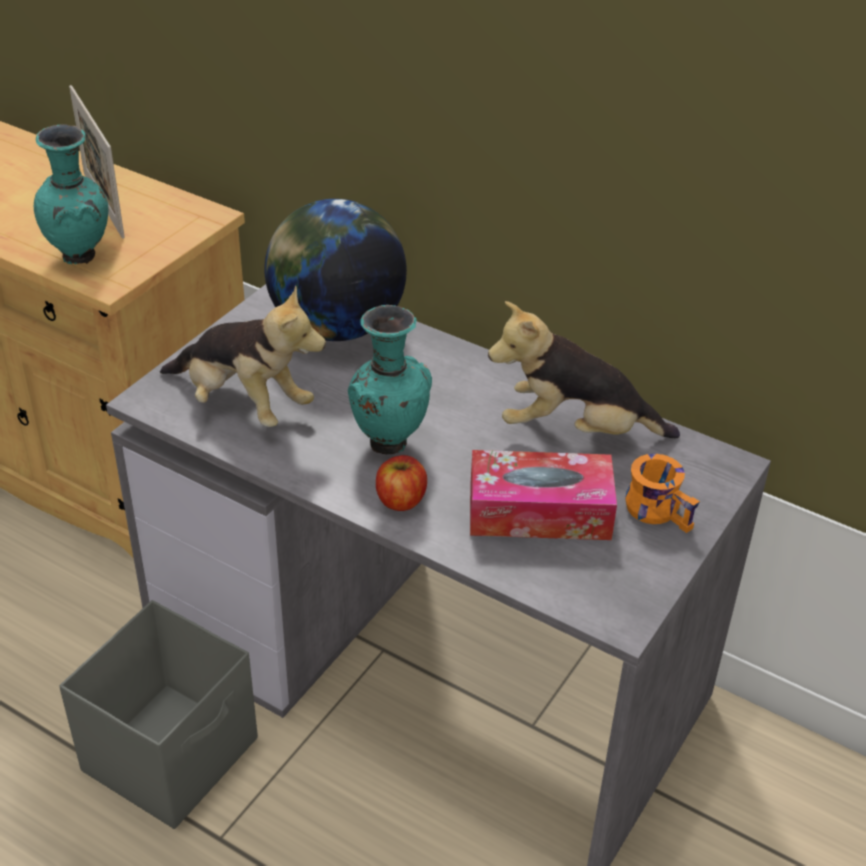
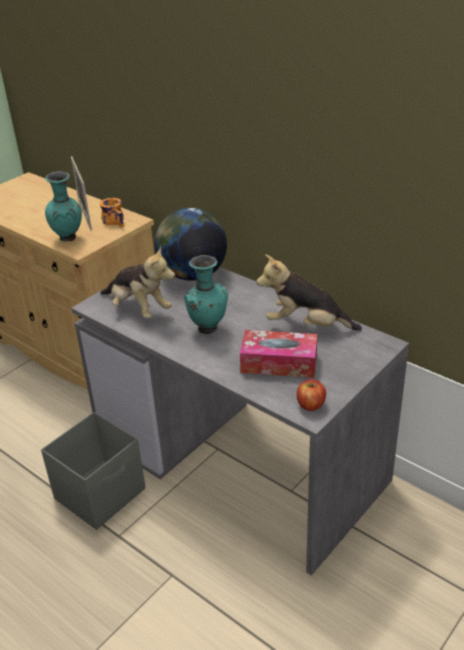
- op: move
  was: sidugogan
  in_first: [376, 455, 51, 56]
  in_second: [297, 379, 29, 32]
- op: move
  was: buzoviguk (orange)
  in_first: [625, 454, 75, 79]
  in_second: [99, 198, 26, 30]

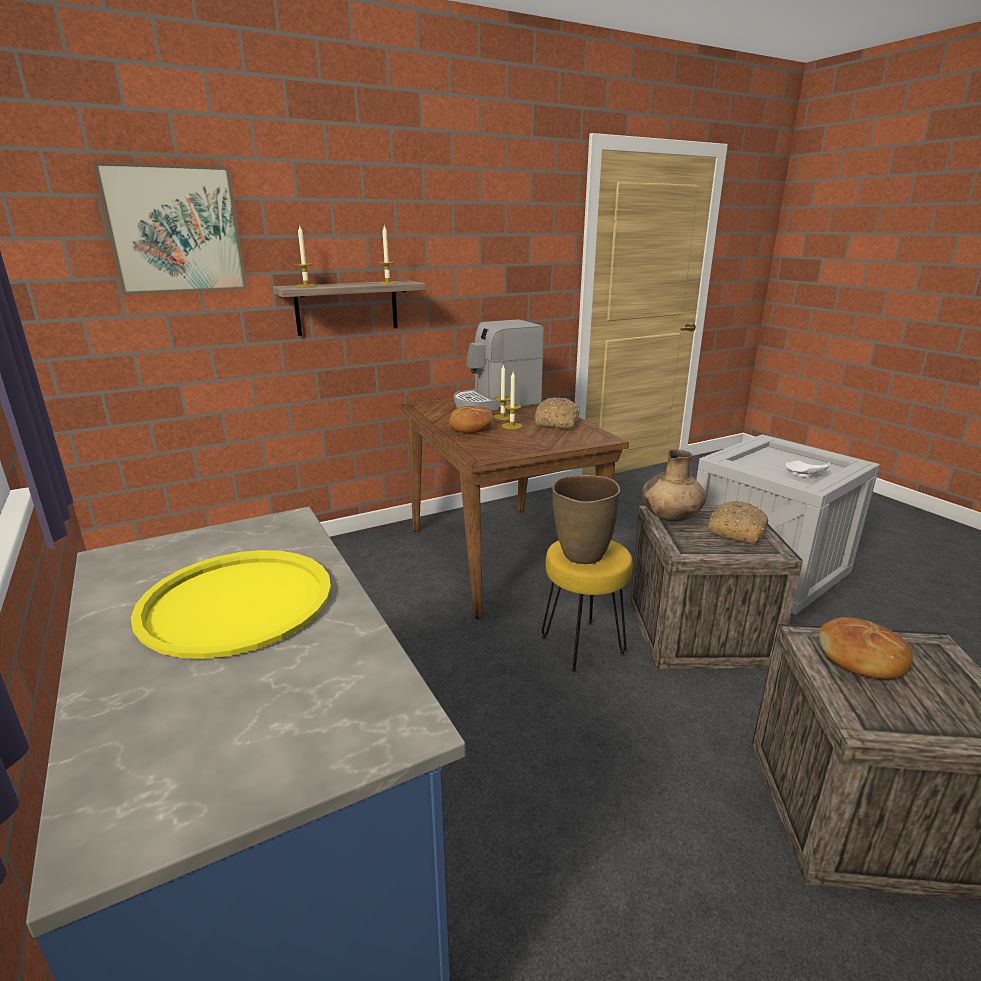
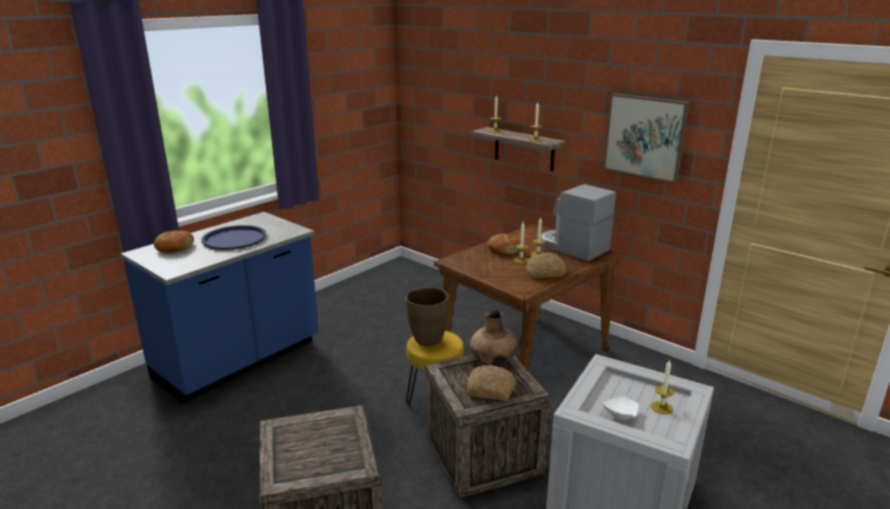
- op: move
  was: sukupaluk
  in_first: [93, 162, 154, 133]
  in_second: [603, 93, 87, 90]
- op: recolor
  was: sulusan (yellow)
  now: sulusan (blue)
  in_first: [131, 550, 200, 109]
  in_second: [201, 225, 65, 25]
- op: move
  was: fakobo
  in_first: [819, 617, 94, 62]
  in_second: [154, 231, 40, 22]
- op: insert
  now: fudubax
  in_second: [651, 360, 23, 55]

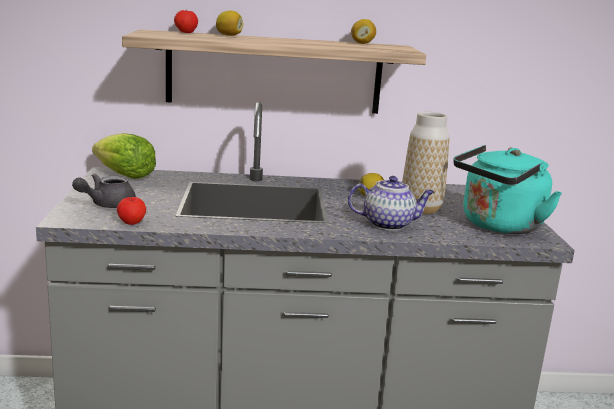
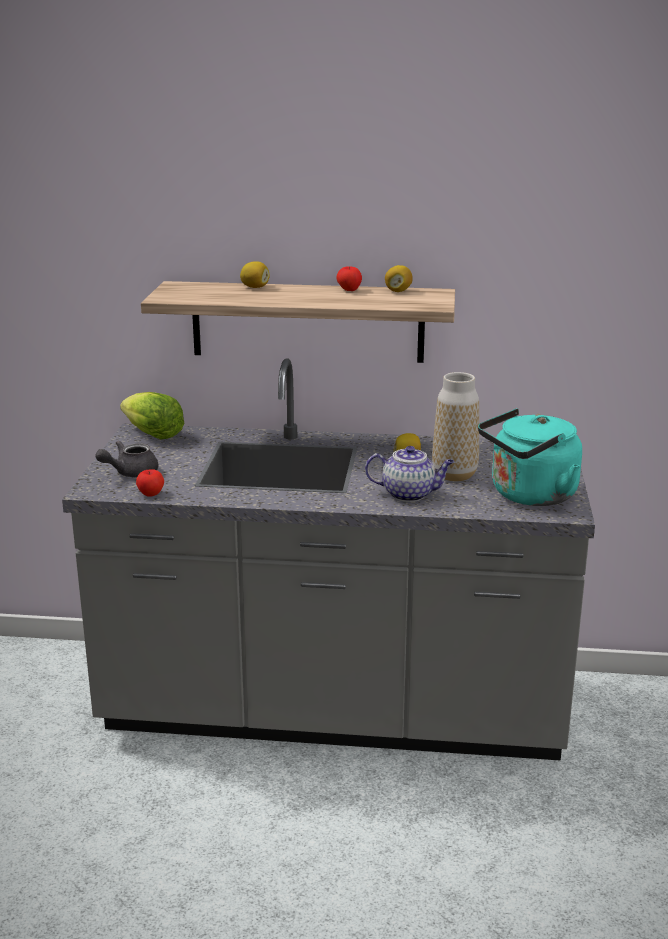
- op: move
  was: sidugogan
  in_first: [174, 10, 24, 23]
  in_second: [336, 266, 26, 25]

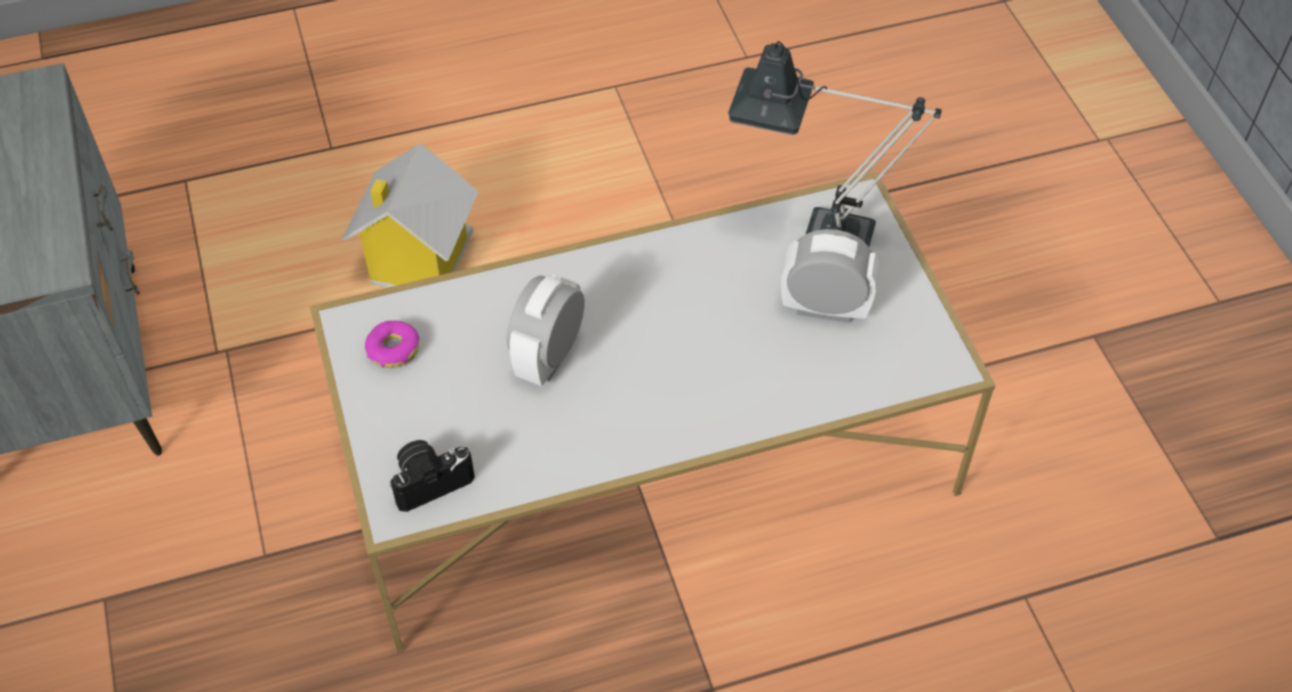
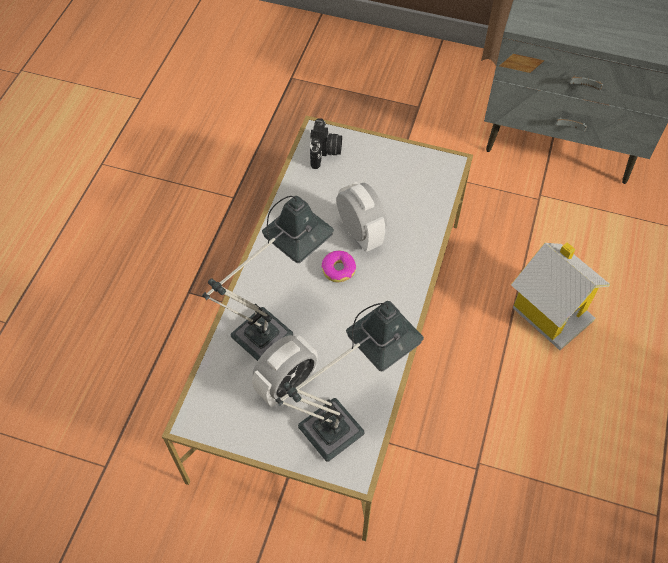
- op: move
  was: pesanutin
  in_first: [365, 321, 55, 47]
  in_second: [321, 251, 35, 31]
- op: insert
  now: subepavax
  in_second: [202, 196, 132, 165]

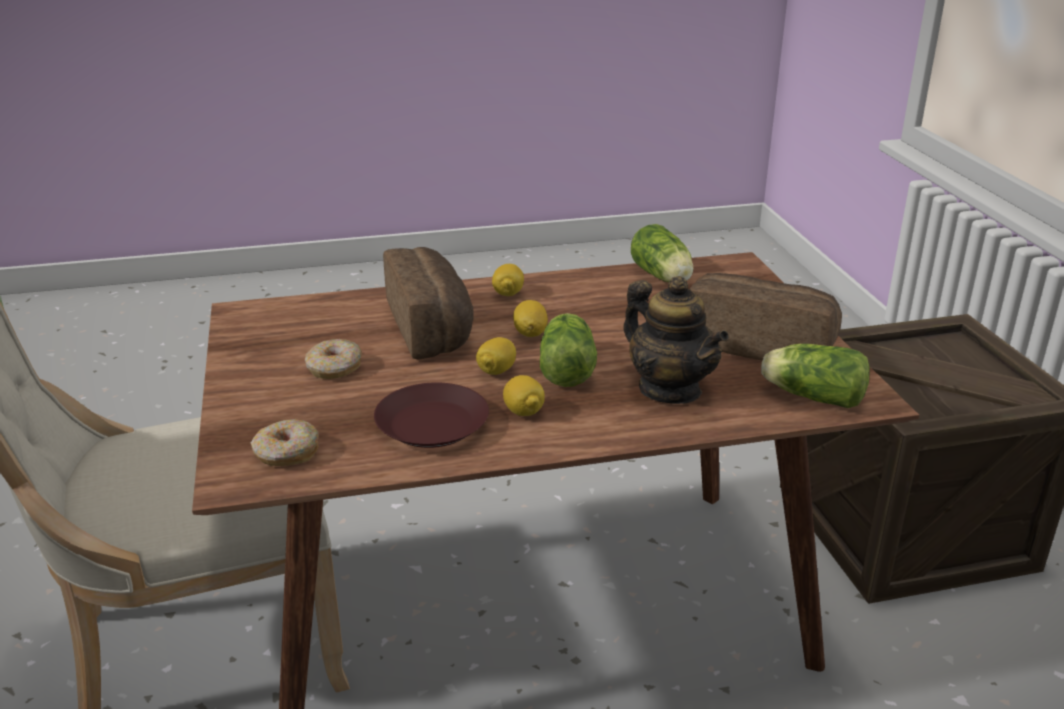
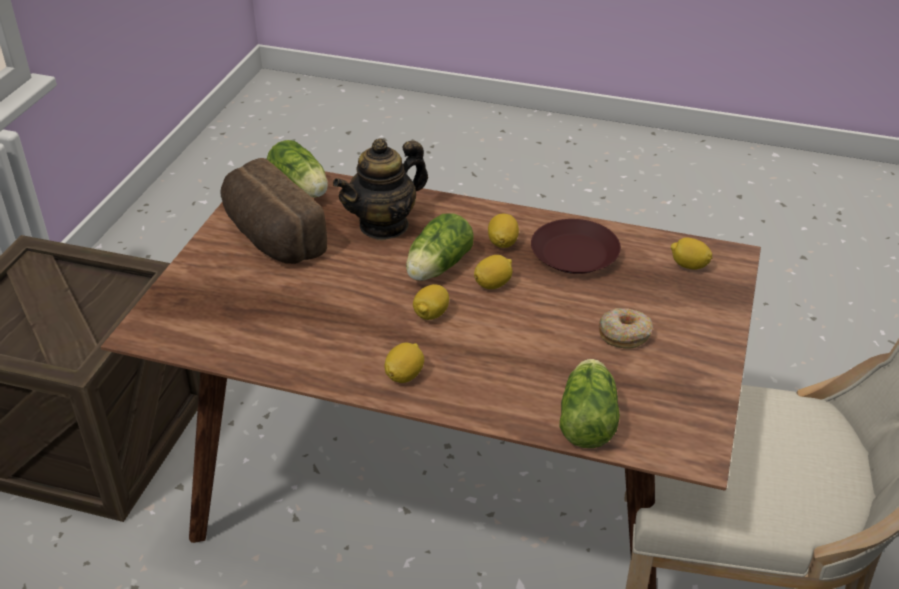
- op: replace
  was: pesanutin
  now: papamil
  in_first: [251, 419, 68, 47]
  in_second: [671, 238, 41, 32]
- op: delete
  was: fakobo
  in_first: [383, 247, 91, 112]
- op: rotate
  was: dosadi
  in_first: [623, 276, 106, 128]
  in_second: [333, 138, 95, 102]
  clockwise: -120
- op: move
  was: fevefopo
  in_first: [631, 224, 62, 58]
  in_second: [559, 359, 61, 89]

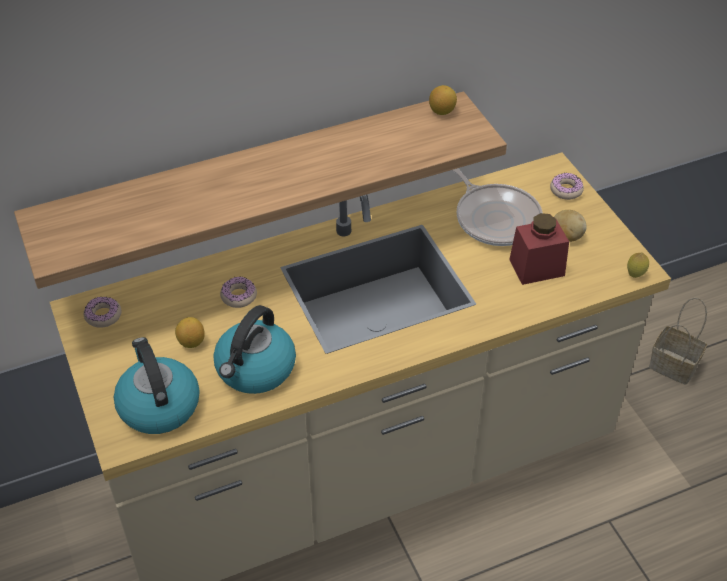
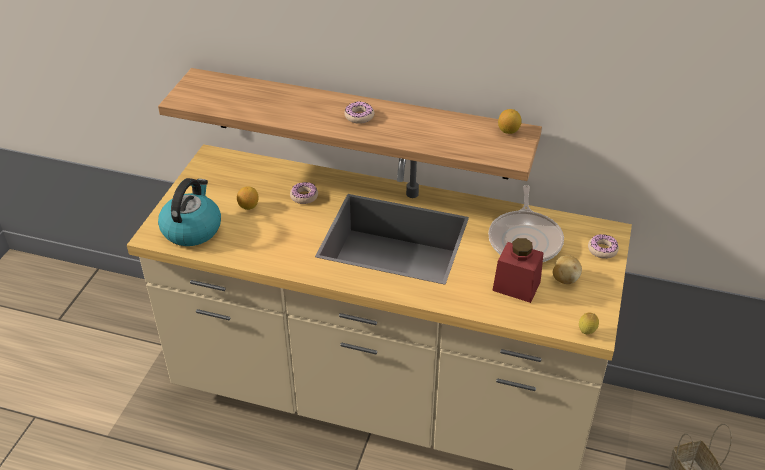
- op: move
  was: pesanutin
  in_first: [84, 297, 37, 31]
  in_second: [345, 102, 29, 22]
- op: delete
  was: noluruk
  in_first: [213, 305, 83, 89]

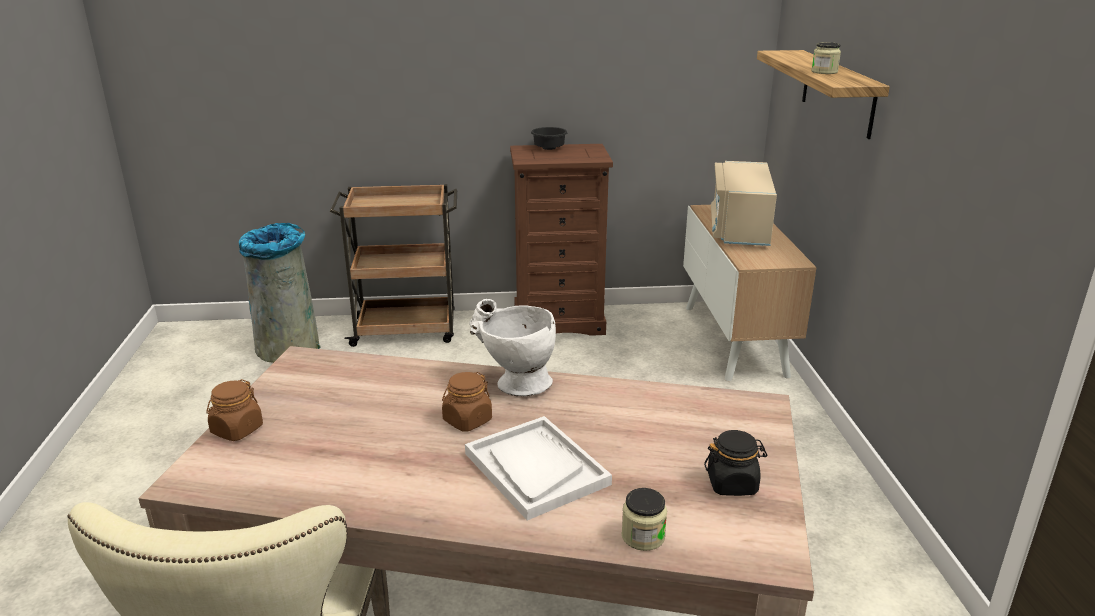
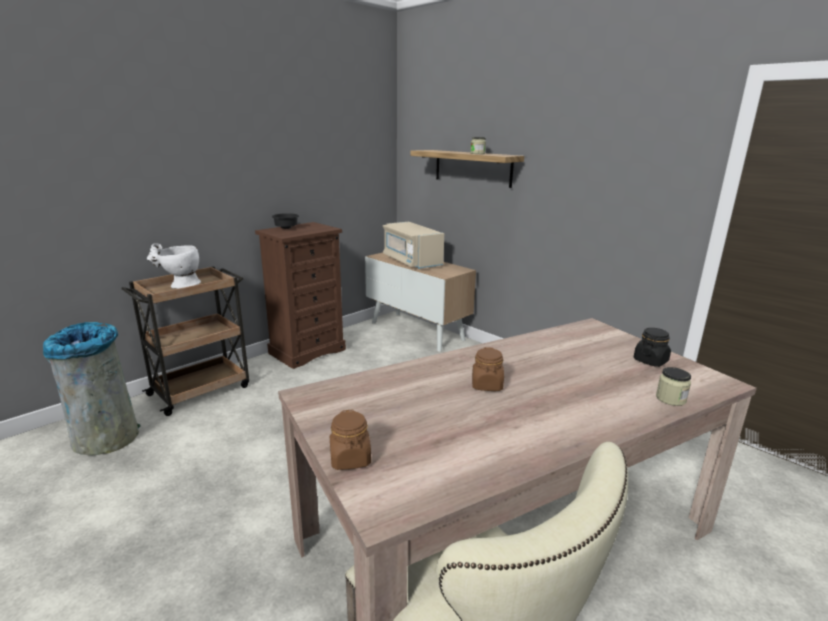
- op: delete
  was: sulusan (white)
  in_first: [465, 416, 147, 104]
- op: move
  was: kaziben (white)
  in_first: [469, 299, 87, 98]
  in_second: [147, 243, 54, 46]

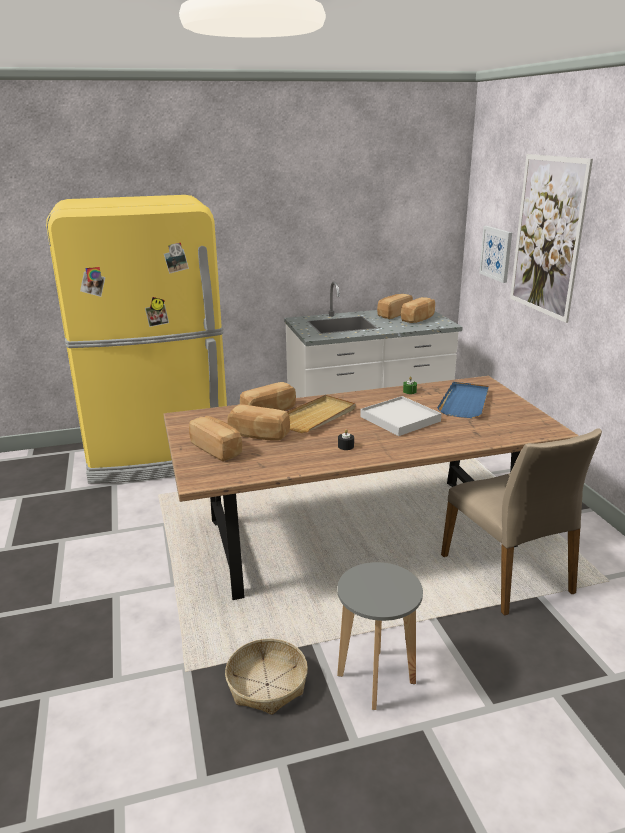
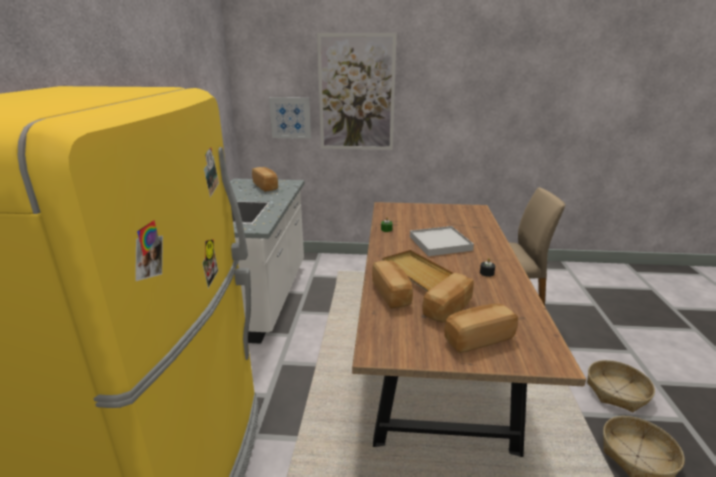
- op: replace
  was: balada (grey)
  now: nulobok
  in_first: [337, 562, 86, 148]
  in_second: [587, 360, 68, 52]
- op: delete
  was: fakobo
  in_first: [377, 294, 36, 25]
- op: delete
  was: sulusan (blue)
  in_first: [437, 382, 52, 36]

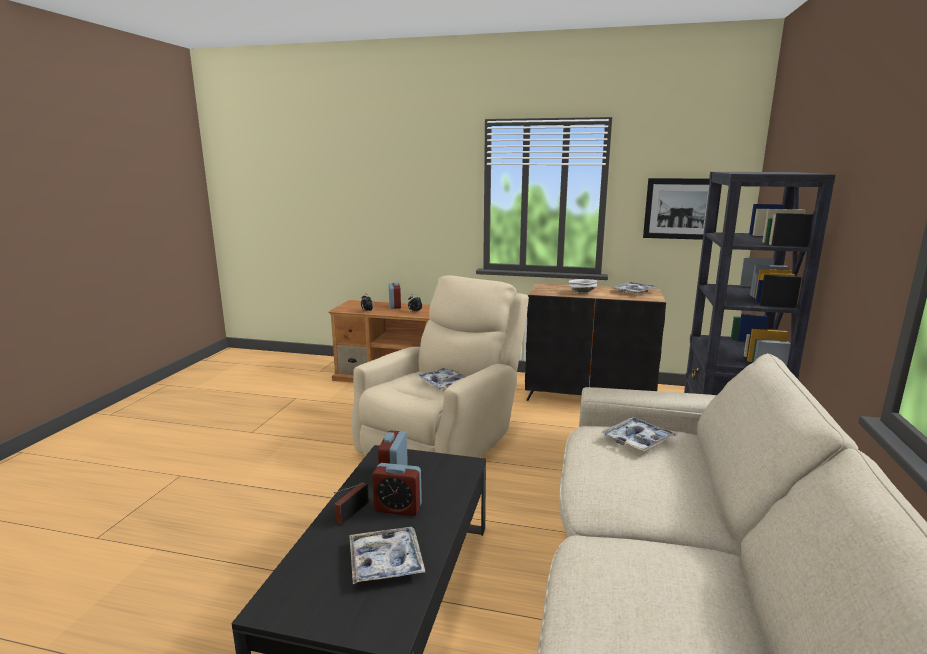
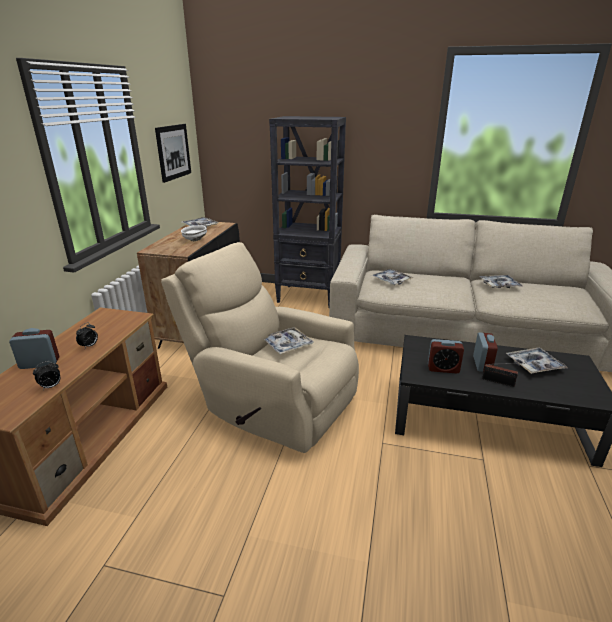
- op: insert
  now: sulusan
  in_second: [479, 275, 44, 13]

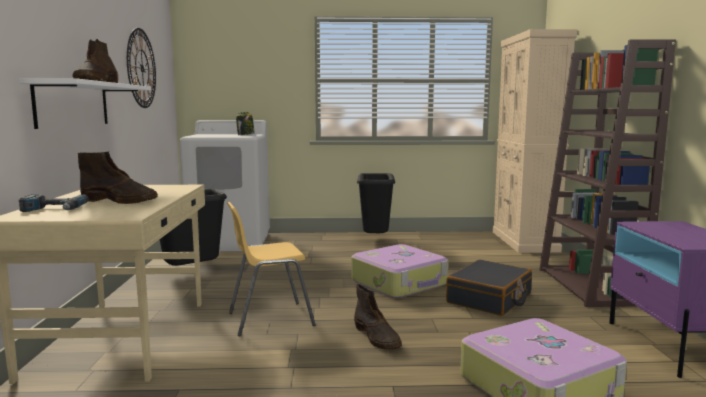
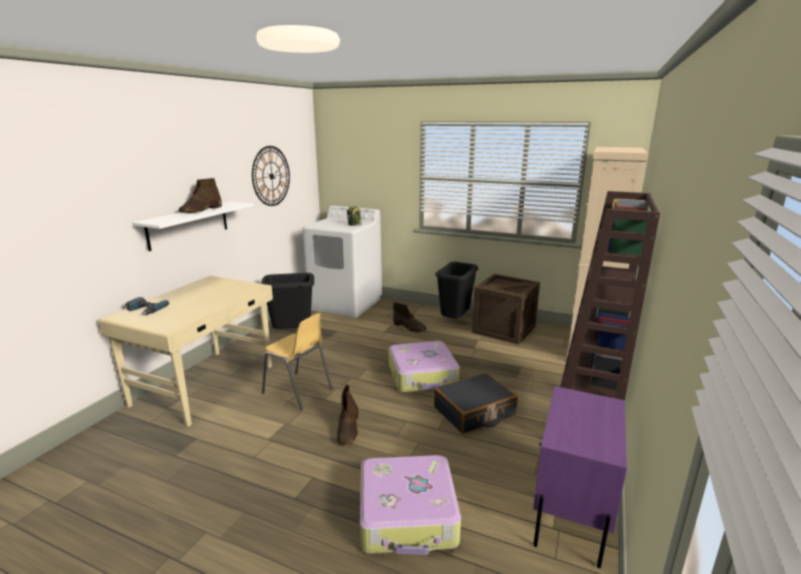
- op: move
  was: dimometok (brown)
  in_first: [78, 151, 80, 53]
  in_second: [393, 302, 34, 30]
- op: rotate
  was: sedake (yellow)
  in_first: [227, 202, 89, 134]
  in_second: [262, 314, 71, 96]
  clockwise: -150
- op: insert
  now: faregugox
  in_second: [472, 274, 68, 71]

